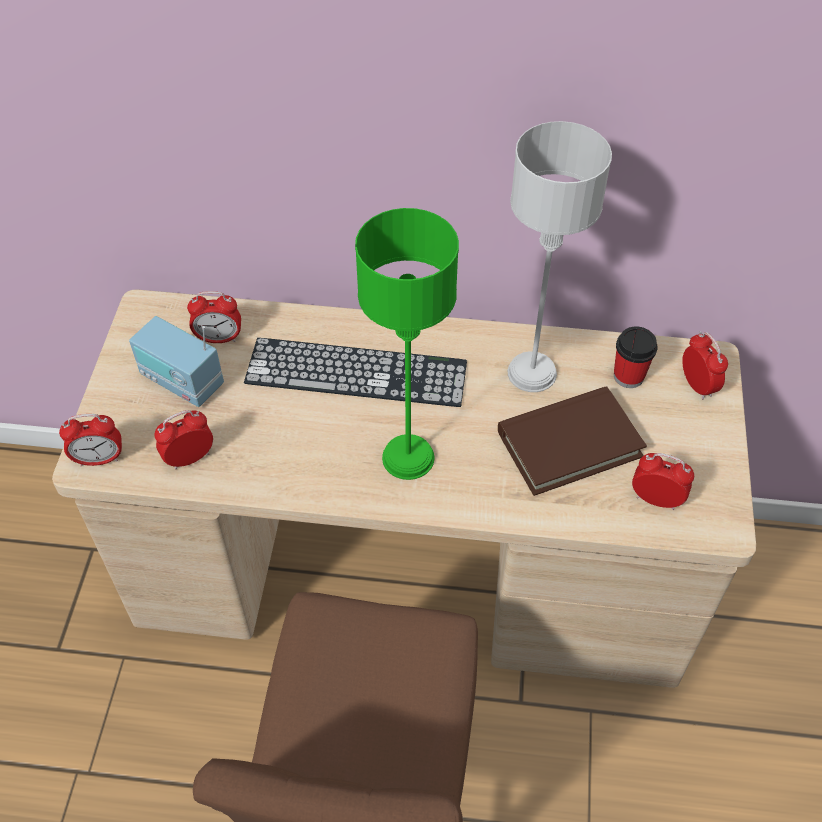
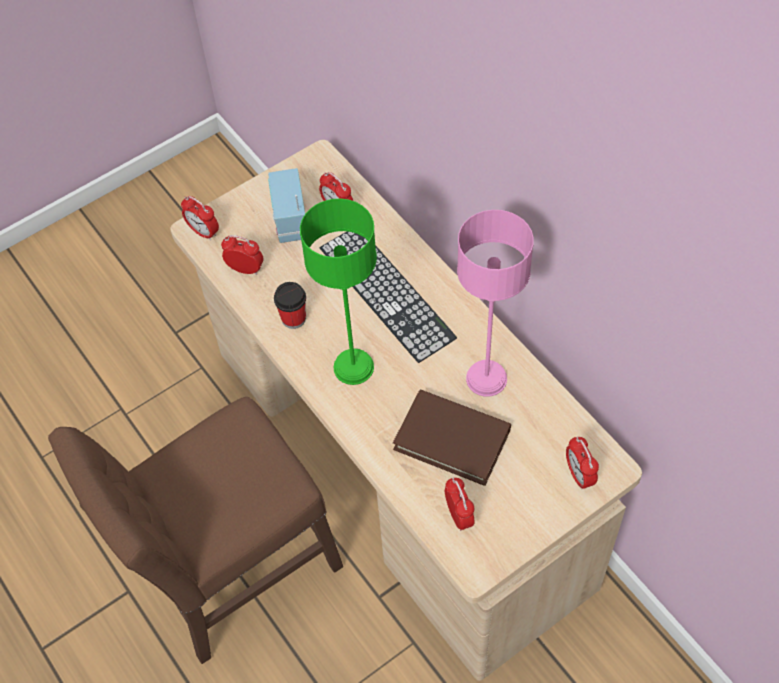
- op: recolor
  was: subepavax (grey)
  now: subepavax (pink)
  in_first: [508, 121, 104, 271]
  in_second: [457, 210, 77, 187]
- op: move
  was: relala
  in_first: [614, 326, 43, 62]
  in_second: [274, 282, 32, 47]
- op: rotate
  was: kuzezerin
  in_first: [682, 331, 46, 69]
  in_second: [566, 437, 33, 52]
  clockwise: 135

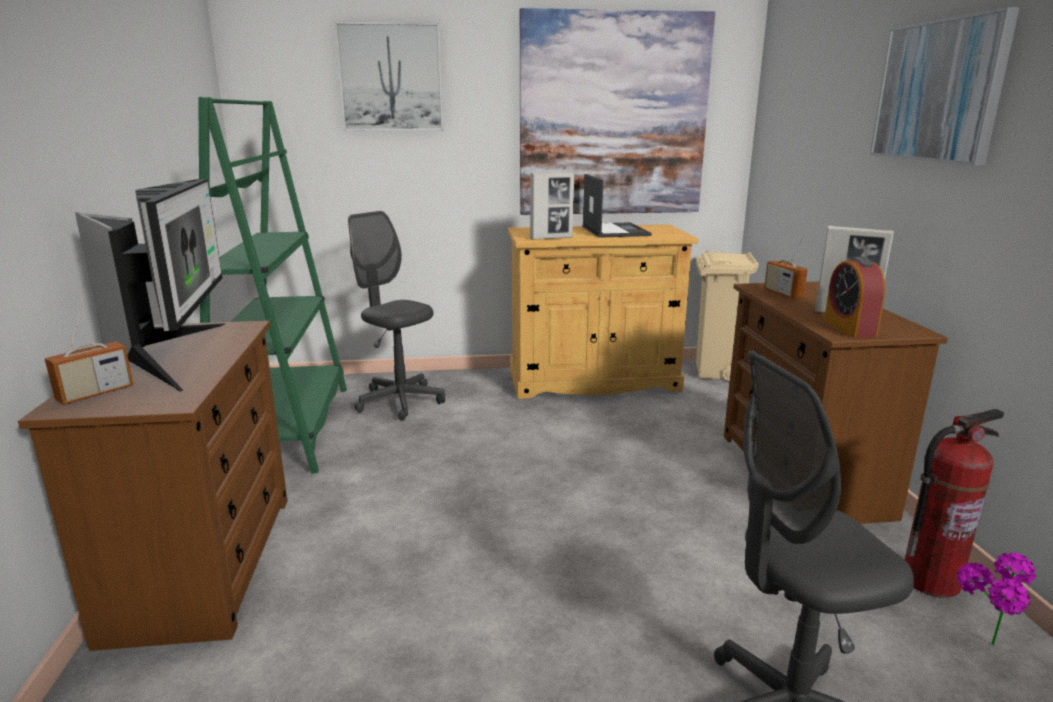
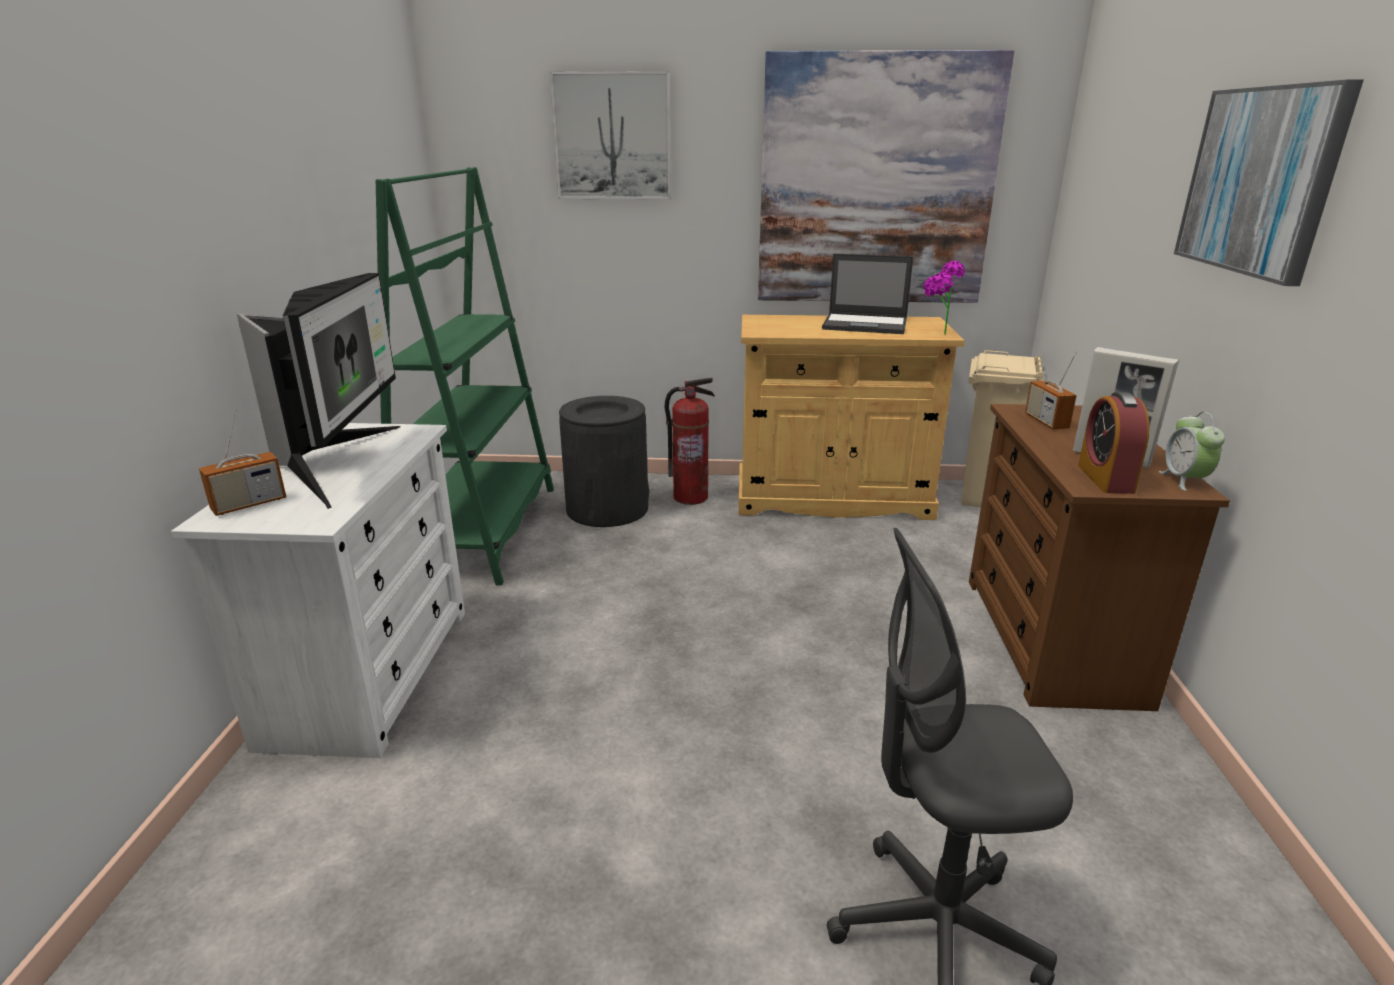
- op: recolor
  was: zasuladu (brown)
  now: zasuladu (white)
  in_first: [18, 321, 270, 330]
  in_second: [171, 423, 294, 335]
- op: replace
  was: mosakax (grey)
  now: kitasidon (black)
  in_first: [348, 211, 97, 210]
  in_second: [559, 396, 90, 131]
- op: delete
  was: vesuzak
  in_first: [530, 172, 44, 68]
- op: rotate
  was: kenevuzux
  in_first: [582, 174, 70, 64]
  in_second: [822, 254, 91, 80]
  clockwise: 105
- op: move
  was: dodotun
  in_first: [905, 409, 99, 189]
  in_second: [664, 378, 51, 127]
- op: move
  was: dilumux
  in_first: [957, 552, 79, 93]
  in_second: [923, 261, 42, 73]
- op: insert
  now: kuzezerin
  in_second: [1159, 412, 66, 79]

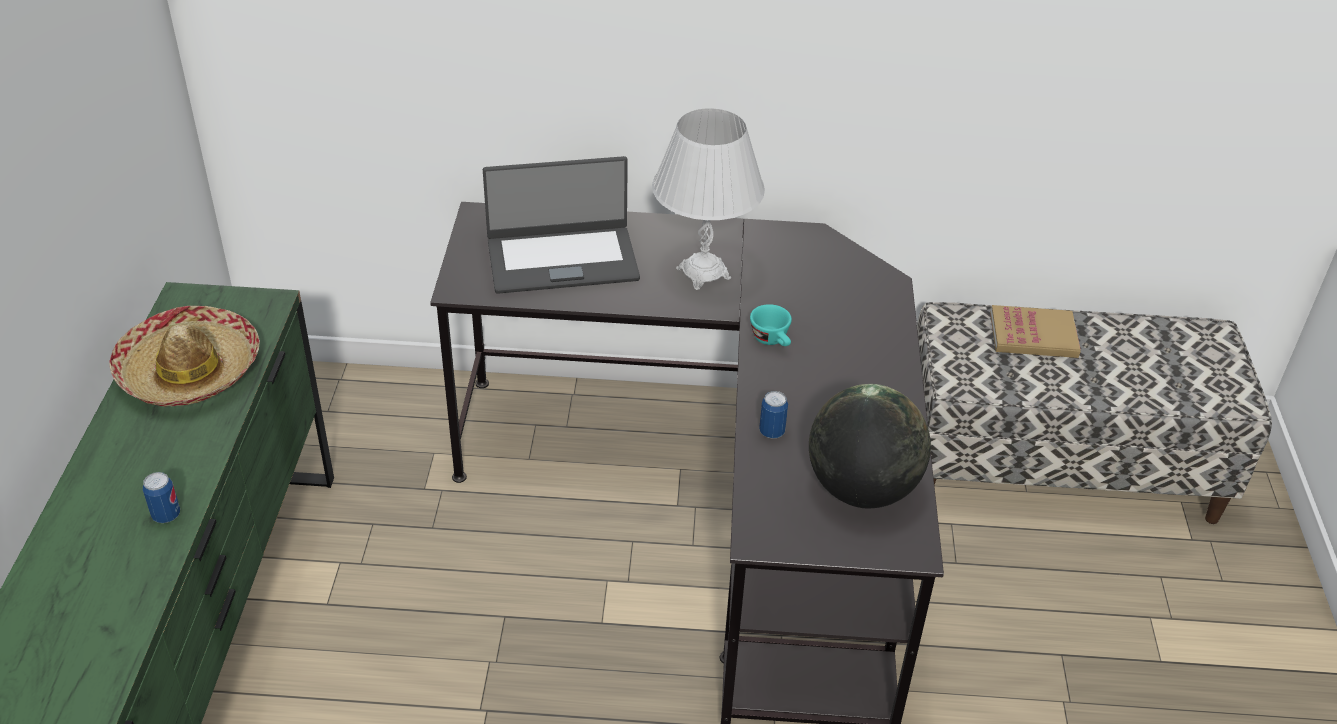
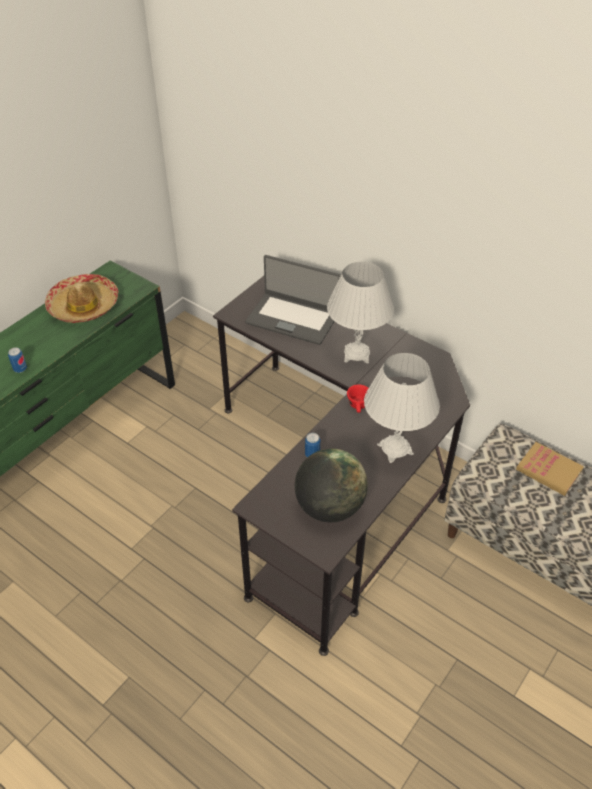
- op: recolor
  was: relala (turquoise)
  now: relala (red)
  in_first: [750, 304, 42, 42]
  in_second: [347, 384, 21, 29]
- op: insert
  now: subepavax (white)
  in_second: [364, 353, 76, 110]

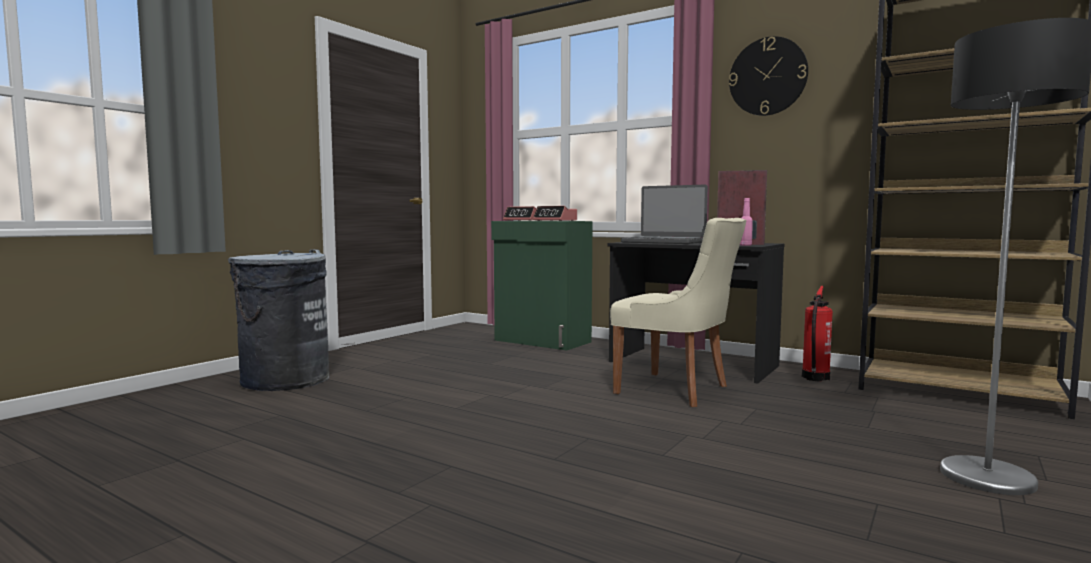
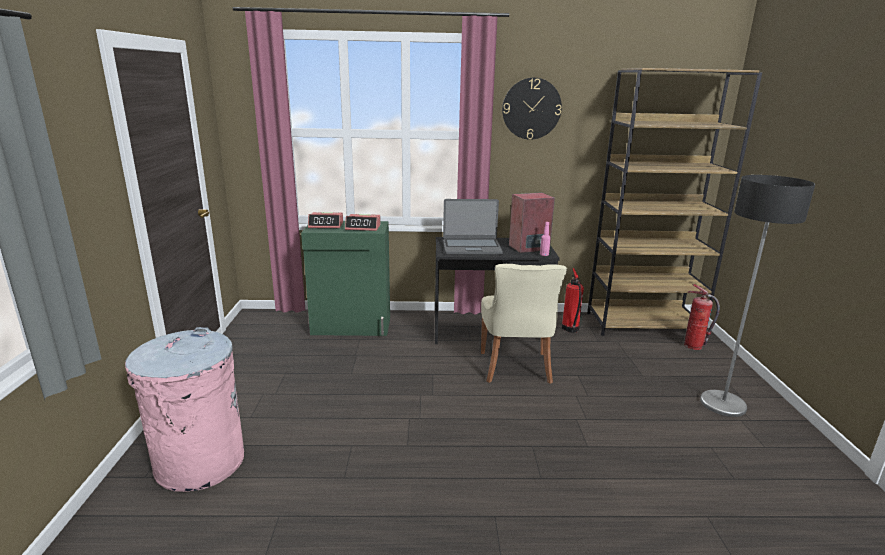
- op: recolor
  was: kitasidon (grey)
  now: kitasidon (pink)
  in_first: [228, 249, 102, 142]
  in_second: [125, 327, 119, 165]
- op: rotate
  was: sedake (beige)
  in_first: [610, 218, 137, 189]
  in_second: [481, 264, 86, 120]
  clockwise: 90
- op: insert
  now: dodotun
  in_second: [684, 284, 36, 66]

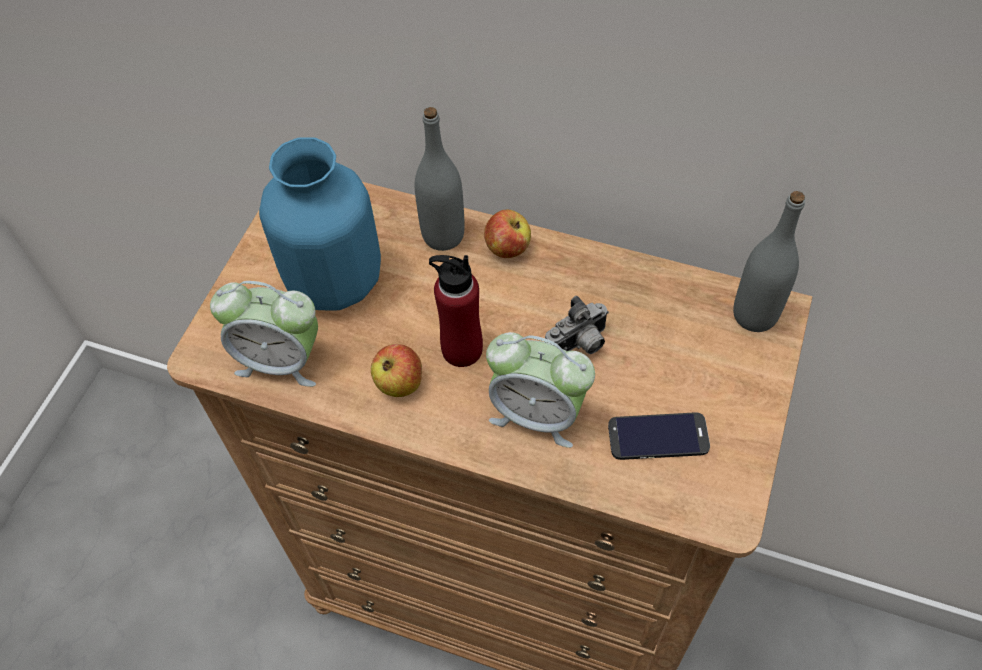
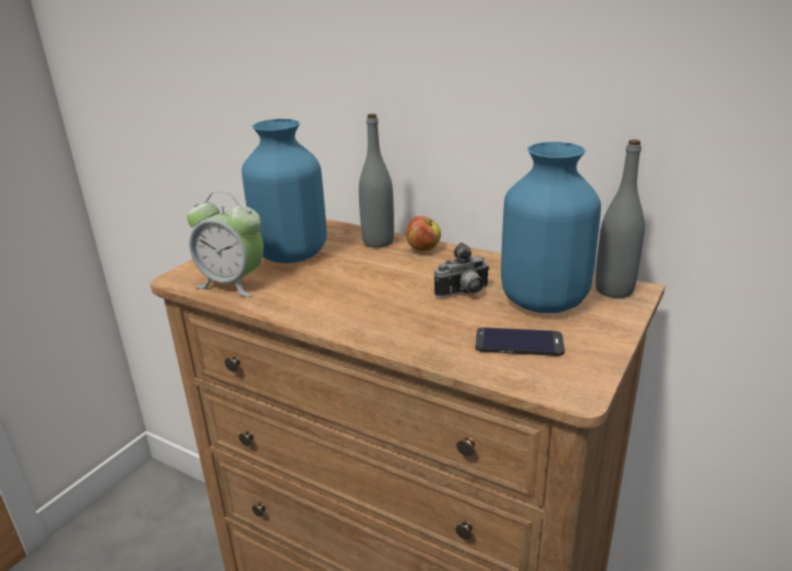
- op: delete
  was: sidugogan
  in_first: [371, 344, 51, 53]
- op: delete
  was: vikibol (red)
  in_first: [429, 255, 54, 112]
- op: delete
  was: kuzezerin
  in_first: [486, 332, 109, 116]
- op: insert
  now: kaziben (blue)
  in_second: [501, 142, 100, 171]

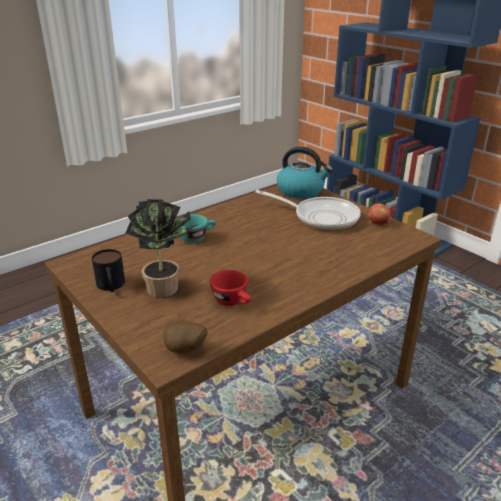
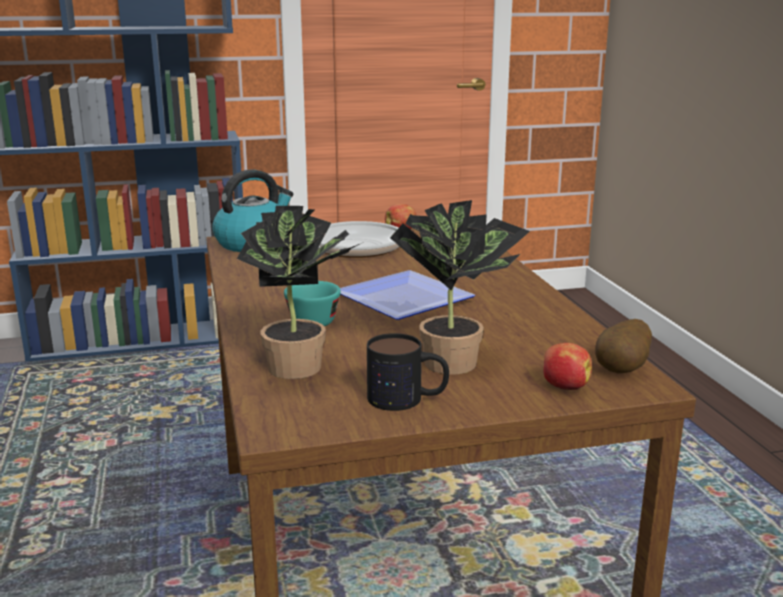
- op: delete
  was: relala (red)
  in_first: [210, 270, 41, 36]
- op: insert
  now: dilumux
  in_second: [237, 206, 122, 173]
- op: insert
  now: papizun
  in_second: [340, 270, 135, 50]
- op: insert
  now: sidugogan
  in_second: [544, 343, 48, 47]

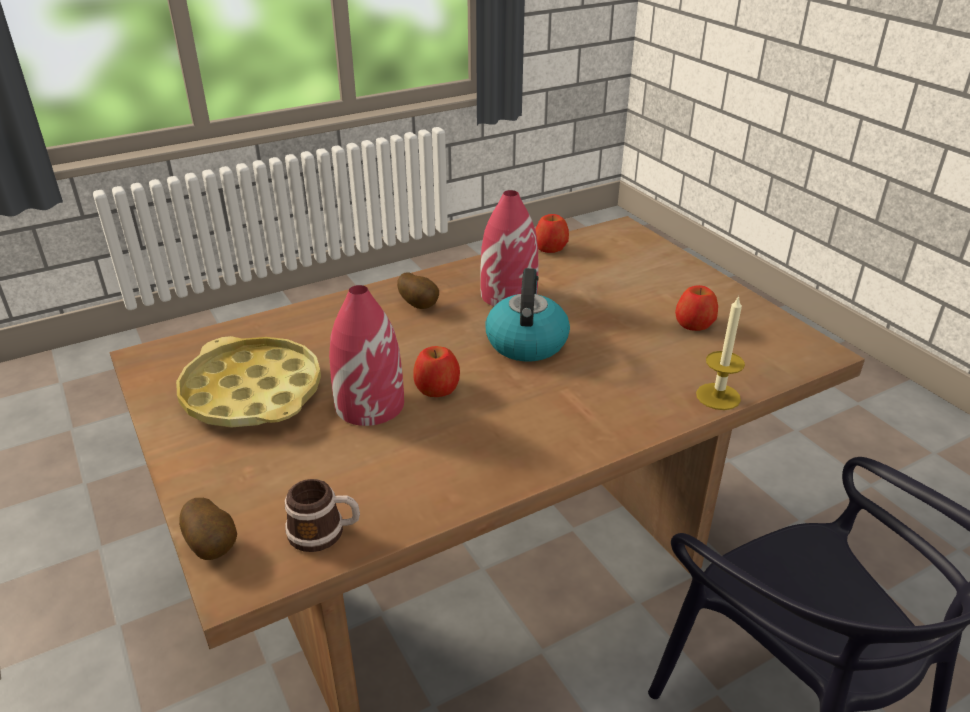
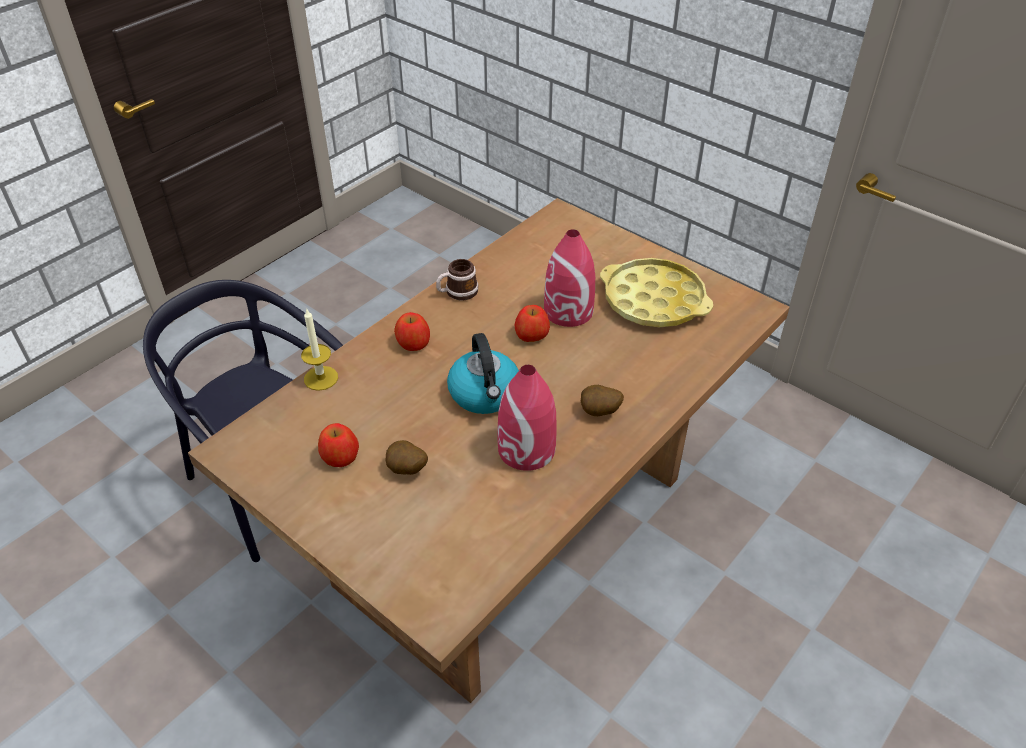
- op: move
  was: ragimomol
  in_first: [179, 498, 58, 62]
  in_second: [385, 440, 43, 35]
- op: move
  was: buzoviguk
  in_first: [285, 479, 75, 73]
  in_second: [436, 259, 43, 42]
- op: move
  was: sidugogan
  in_first: [535, 214, 34, 39]
  in_second: [394, 312, 36, 39]

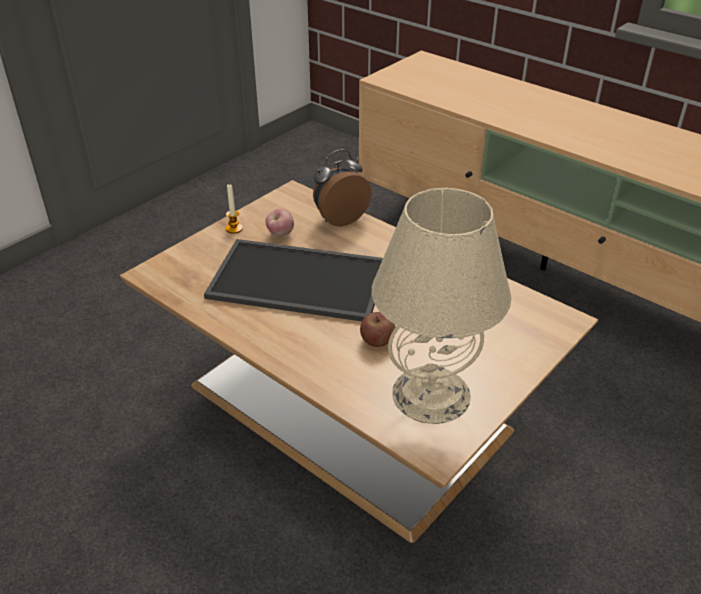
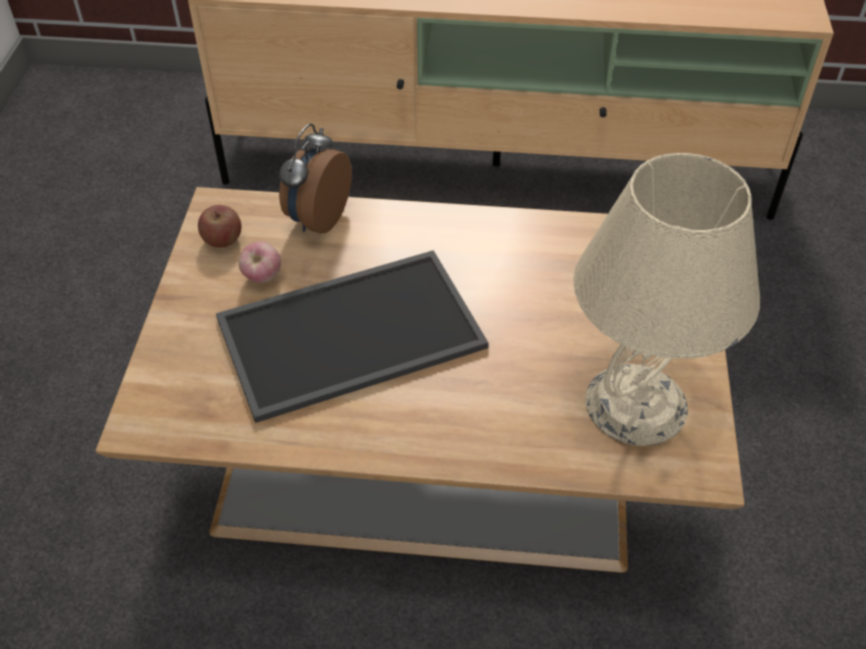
- op: delete
  was: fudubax
  in_first: [225, 184, 18, 50]
- op: move
  was: sidugogan
  in_first: [360, 312, 35, 35]
  in_second: [198, 205, 43, 43]

